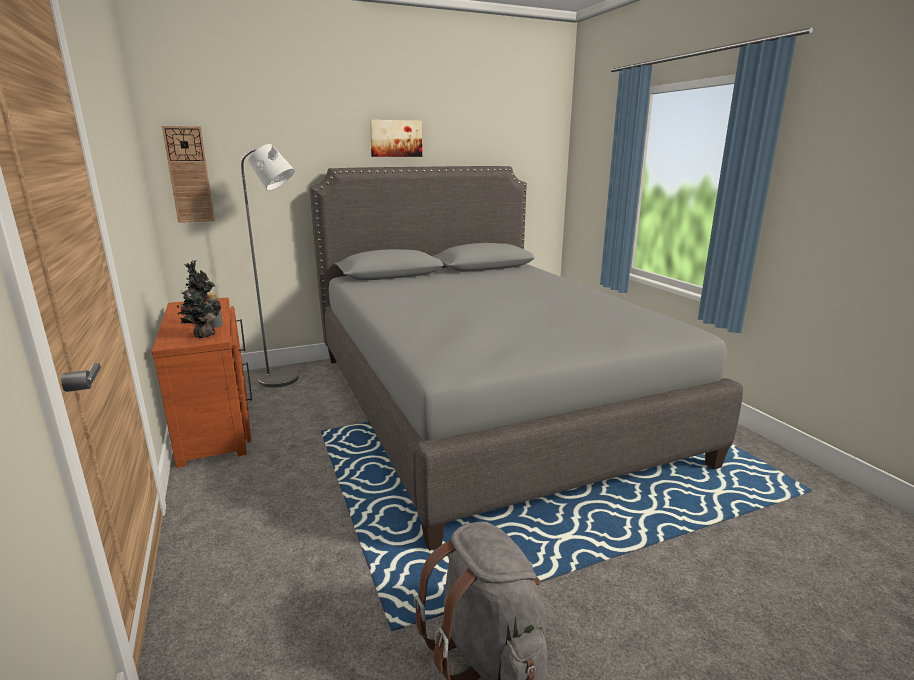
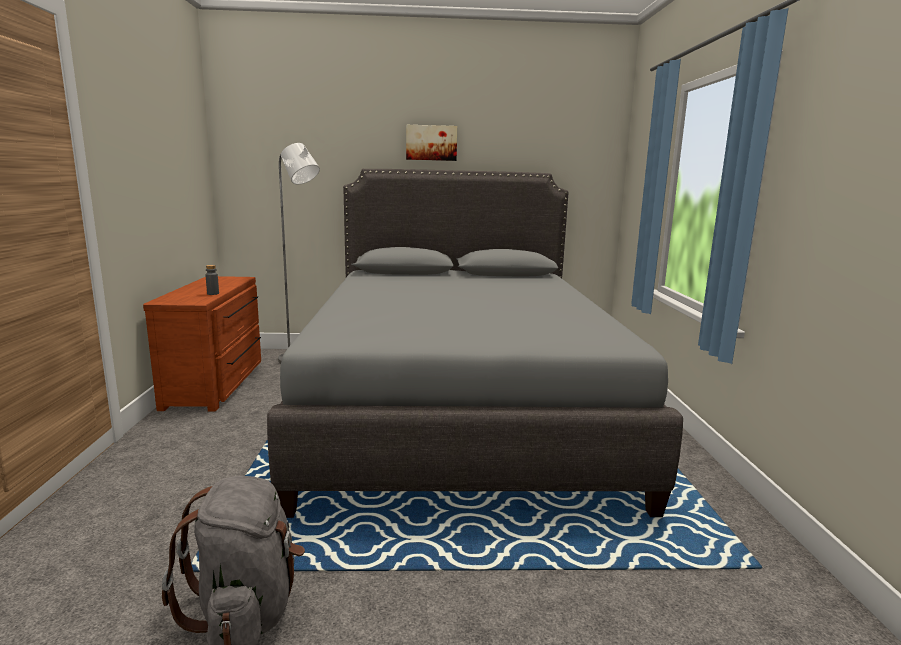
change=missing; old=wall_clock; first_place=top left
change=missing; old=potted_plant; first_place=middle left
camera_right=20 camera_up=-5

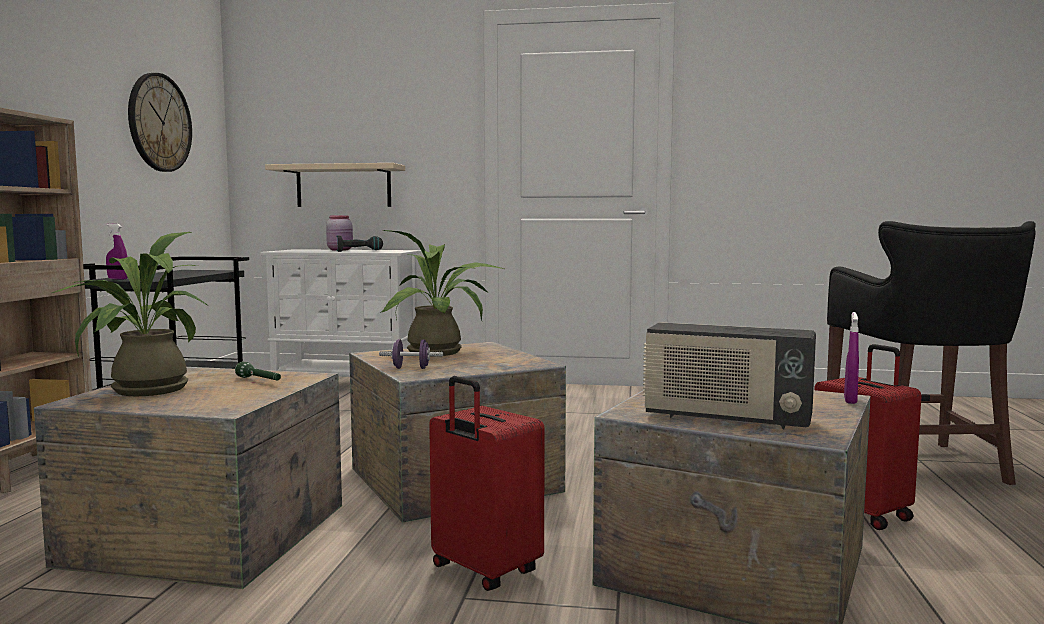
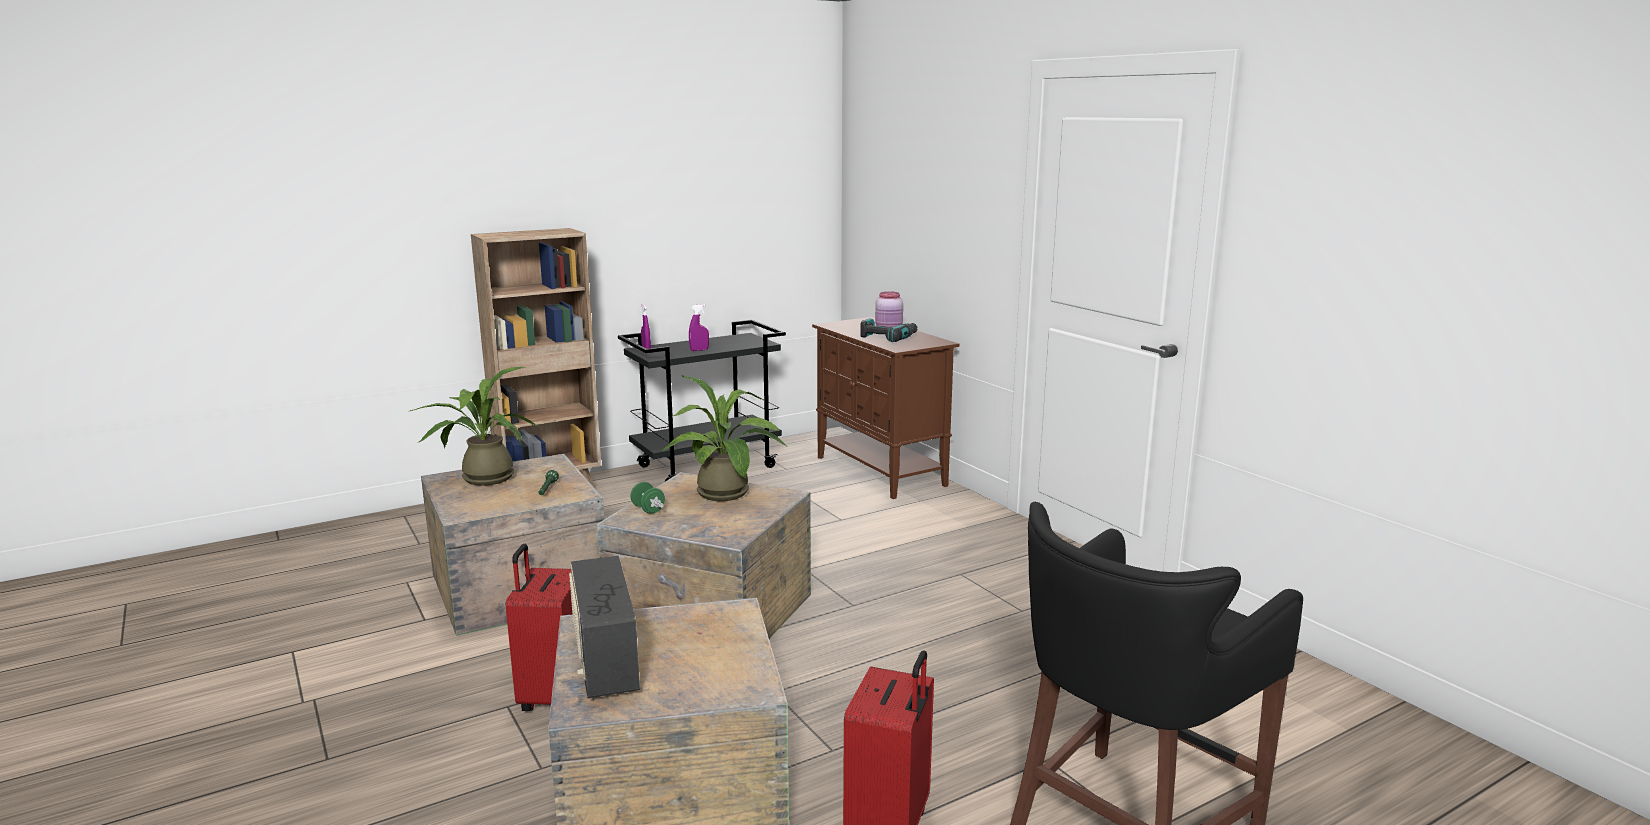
change=missing; old=wall_clock; first_place=top left
change=missing; old=beige_shelf; first_place=top left
change=relocated; old=purple_spray_bottle (no. 2 from left); first_place=middle right; second_place=centre
change=colour; old=white_cabinet; new=brown_cabinet; first_place=middle left; second_place=centre
change=colour; old=purple_dumbbell; new=green_dumbbell; first_place=centre; second_place=centre
camera_right=50 camera_up=10

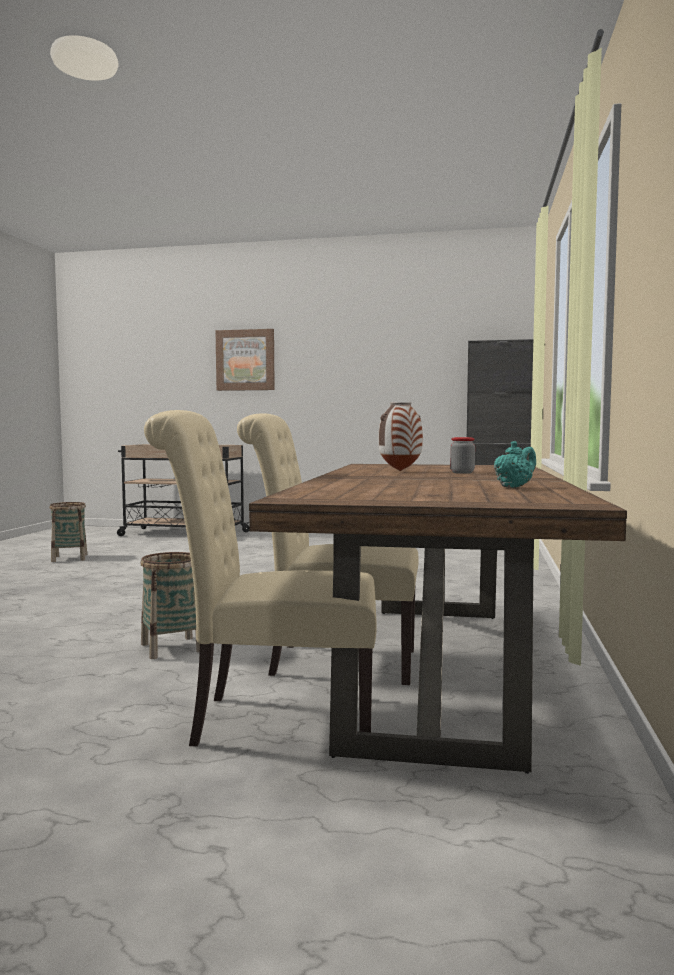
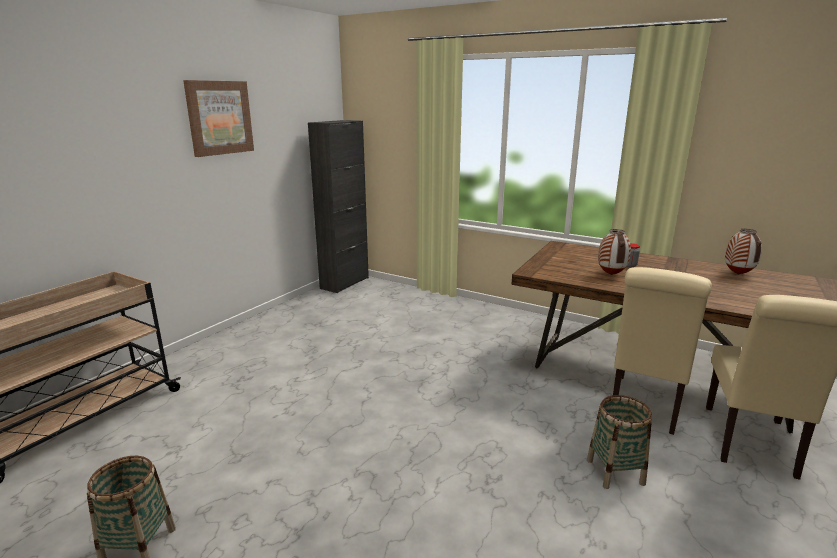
change=relocated; old=picture; first_place=centre; second_place=top left
change=exchanged; old=turquoise_teapot; new=vase (no. 2 from left); first_place=middle right; second_place=middle right
camera_right=-70 camera_up=15

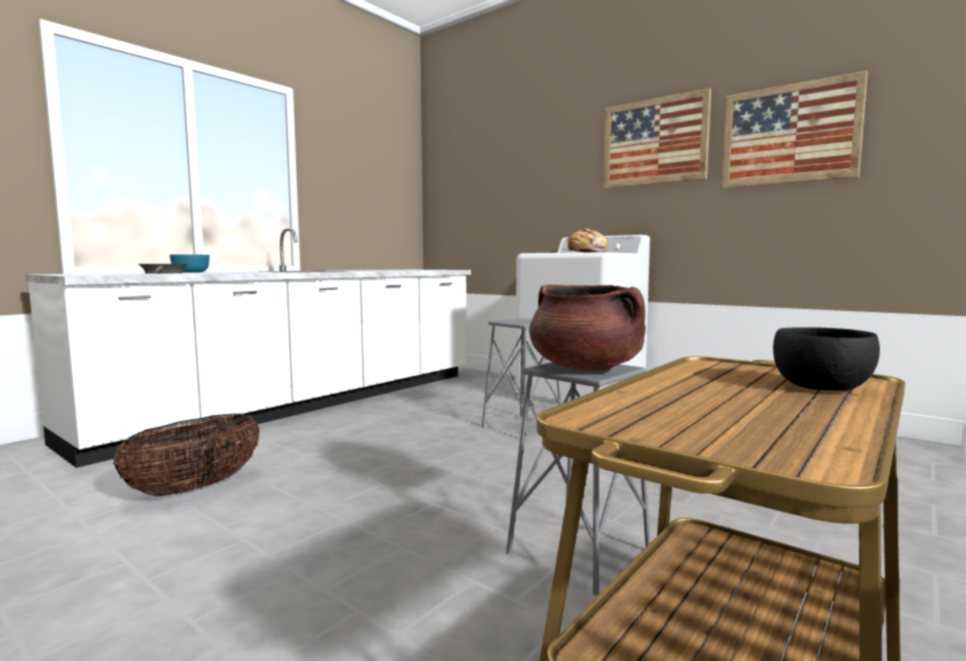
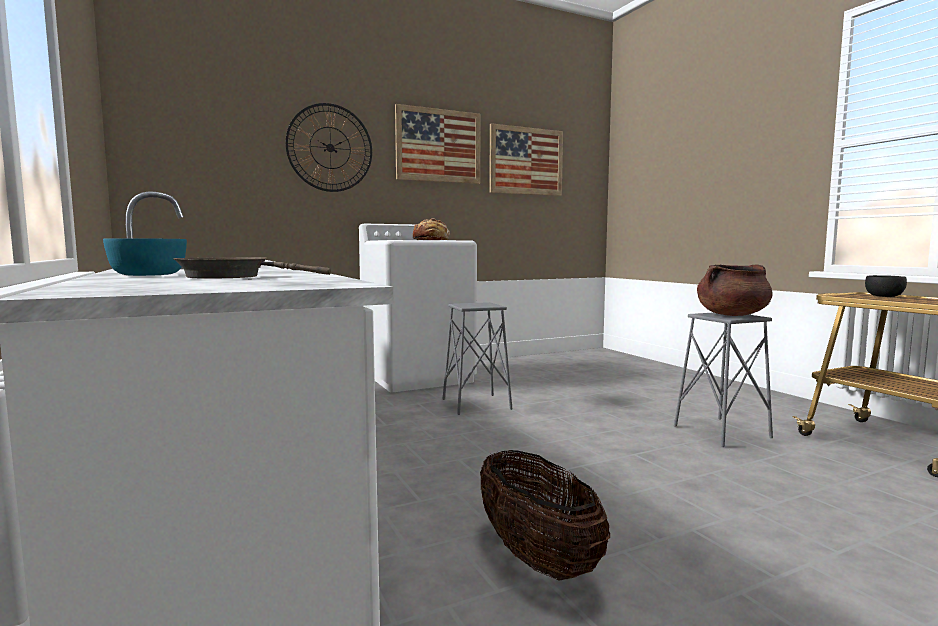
change=appeared; new=wall_clock; second_place=top centre
camera_right=-65 camera_up=0

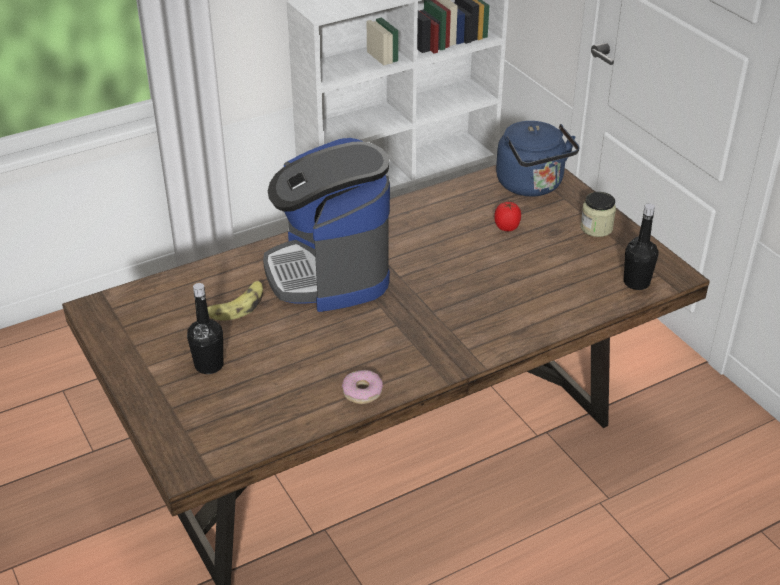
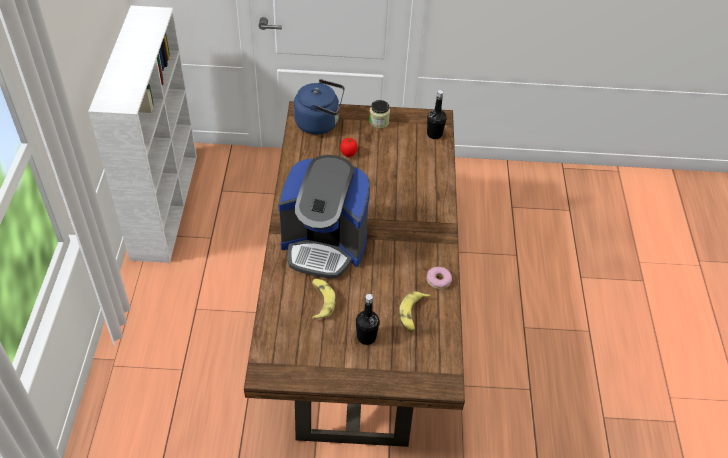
change=appeared; new=banana (no. 2 from left); second_place=bottom centre
camera_right=-60 camera_up=10

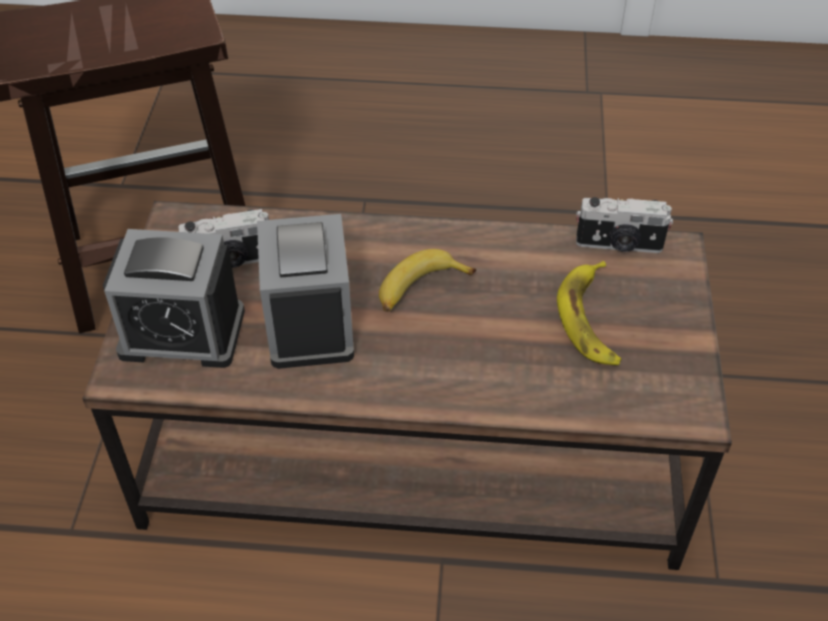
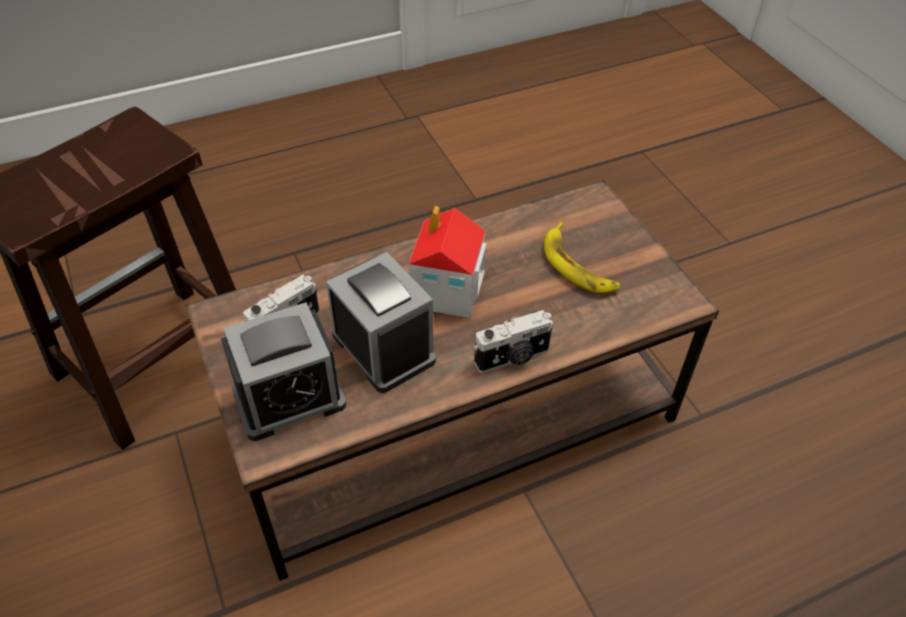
change=relocated; old=photo_camera (no. 2 from left); first_place=middle right; second_place=centre
change=exchanged; old=banana (no. 1 from left); new=toy_house; first_place=centre; second_place=centre
camera_right=-30 camera_up=0

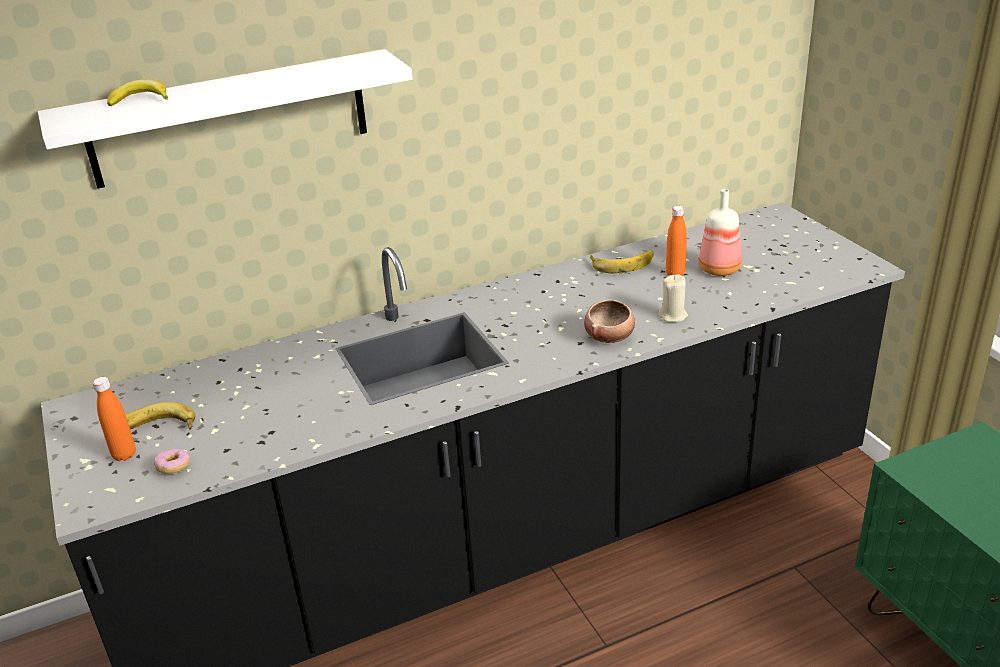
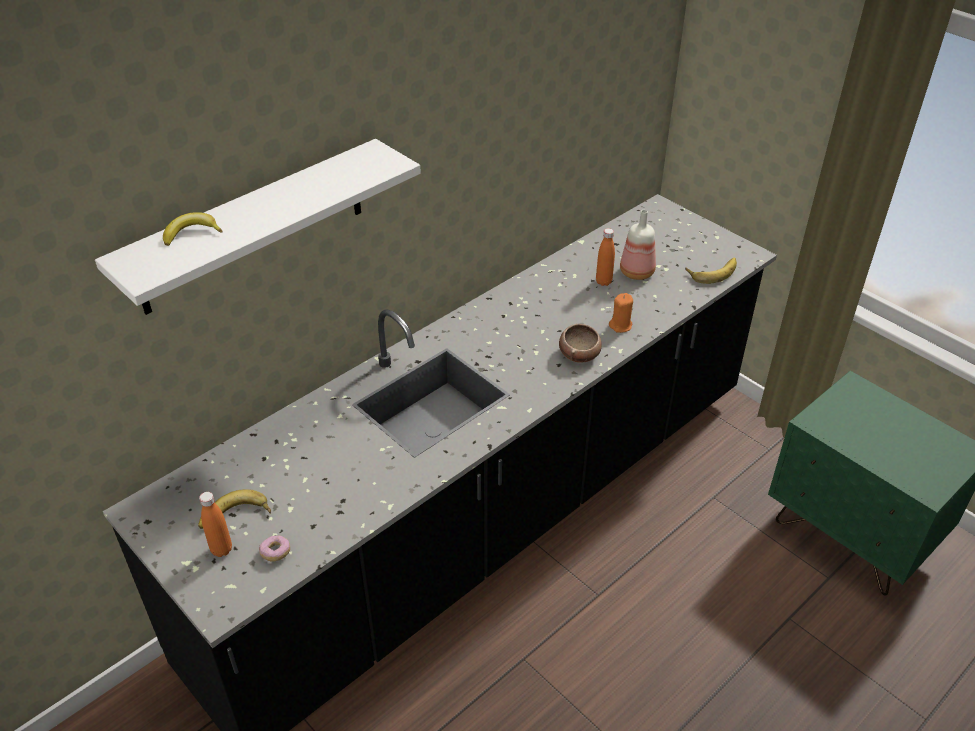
change=relocated; old=banana (no. 3 from left); first_place=centre; second_place=middle right
change=colour; old=beige_candle; new=orange_candle; first_place=middle right; second_place=centre
camera_right=-20 camera_up=10

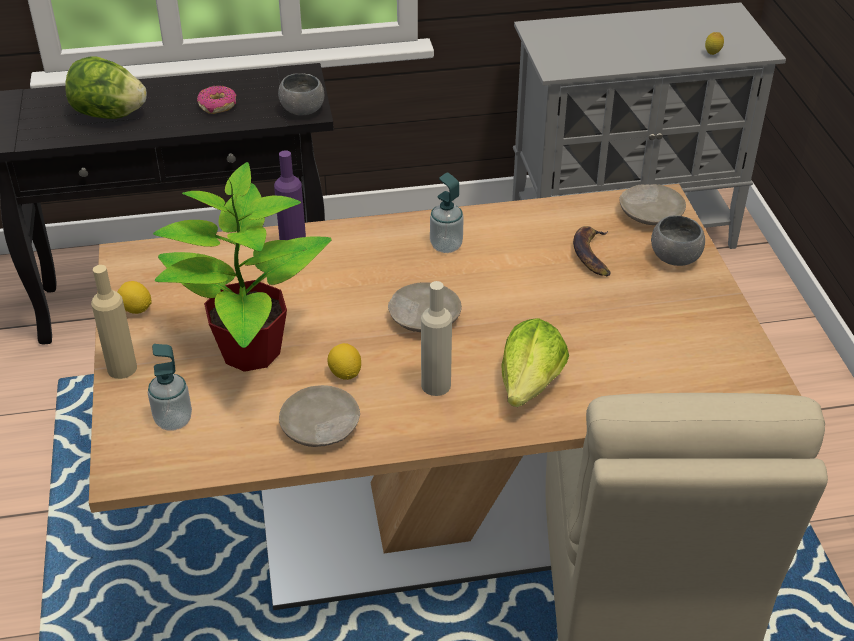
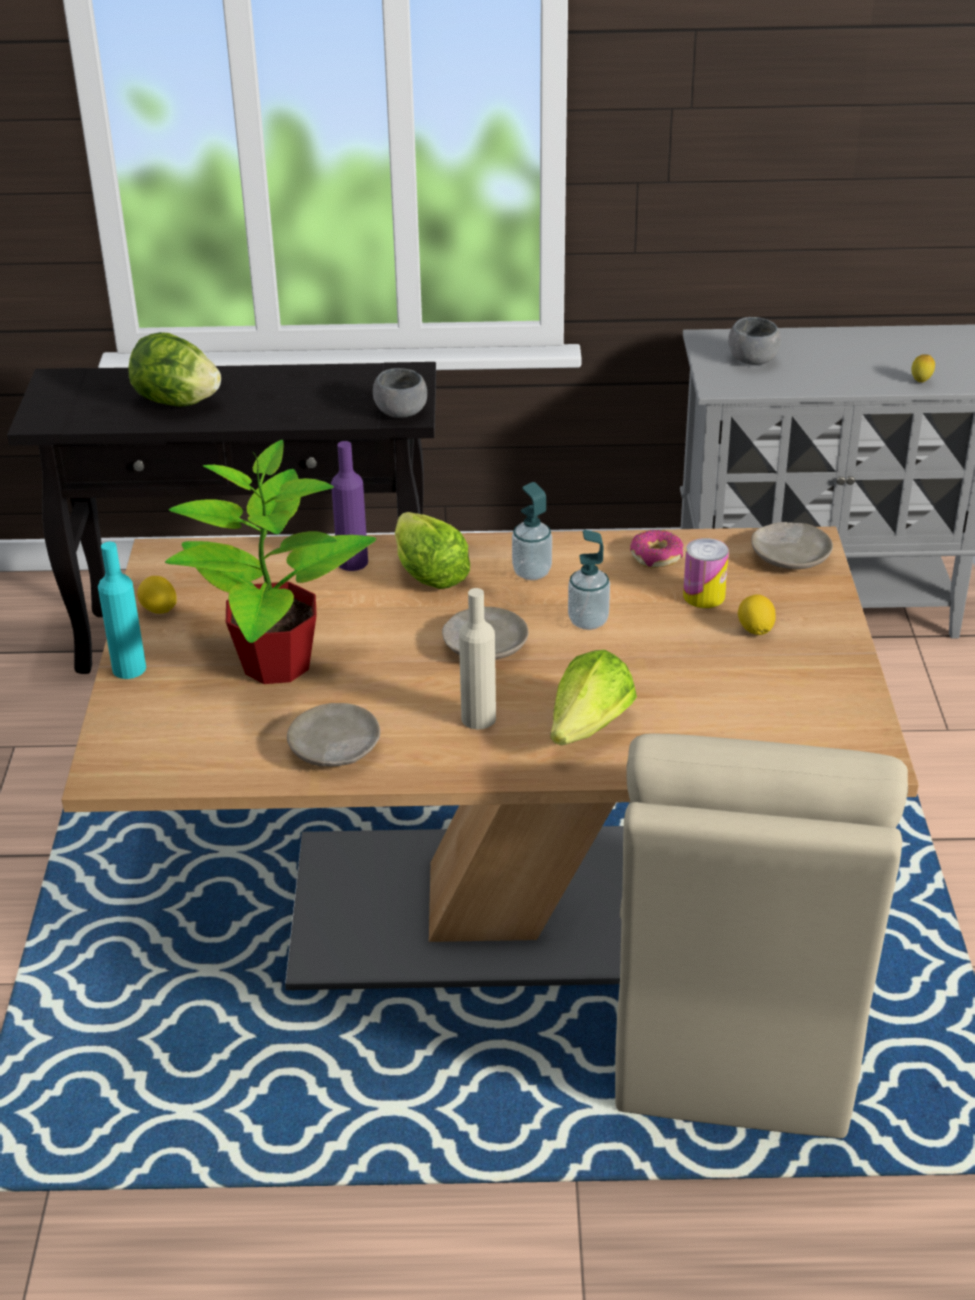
change=appeared; new=lettuce (no. 2 from left); second_place=centre
change=relocated; old=soap_dispenser (no. 1 from left in the first image); new=soap_dispenser (no. 2 from left); first_place=middle left; second_place=centre
change=relocated; old=donut; first_place=top left; second_place=middle right
change=relocated; old=lemon (no. 2 from left); first_place=centre; second_place=middle right
change=relocated; old=grey_bowl (no. 2 from left); first_place=middle right; second_place=top right
change=exchanged; old=banana; new=can; first_place=middle right; second_place=middle right
change=colour; old=beige_bottle (no. 1 from left); new=turquoise_bottle; first_place=middle left; second_place=middle left
camera_right=10 camera_up=-5

